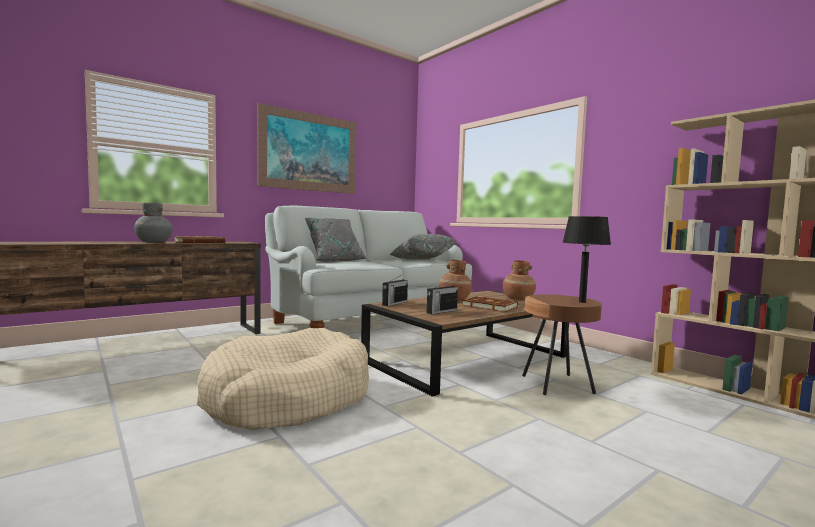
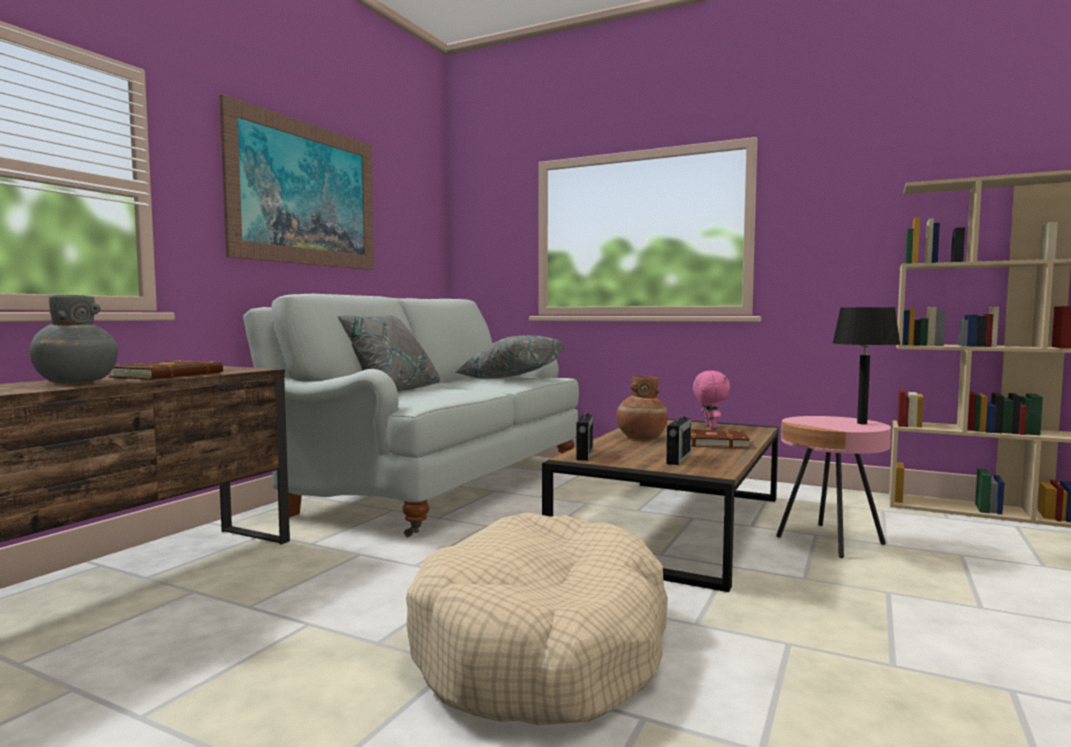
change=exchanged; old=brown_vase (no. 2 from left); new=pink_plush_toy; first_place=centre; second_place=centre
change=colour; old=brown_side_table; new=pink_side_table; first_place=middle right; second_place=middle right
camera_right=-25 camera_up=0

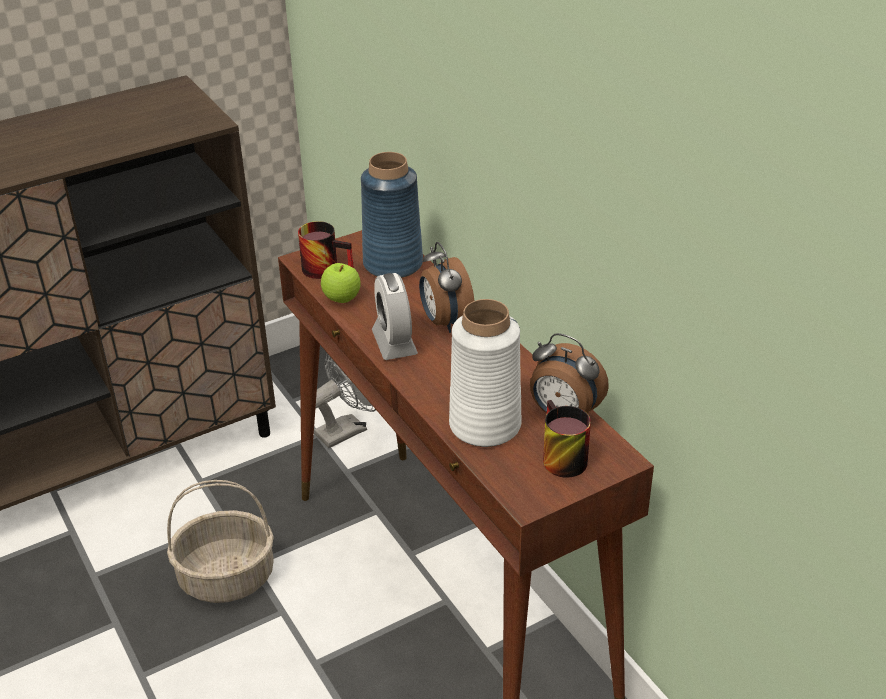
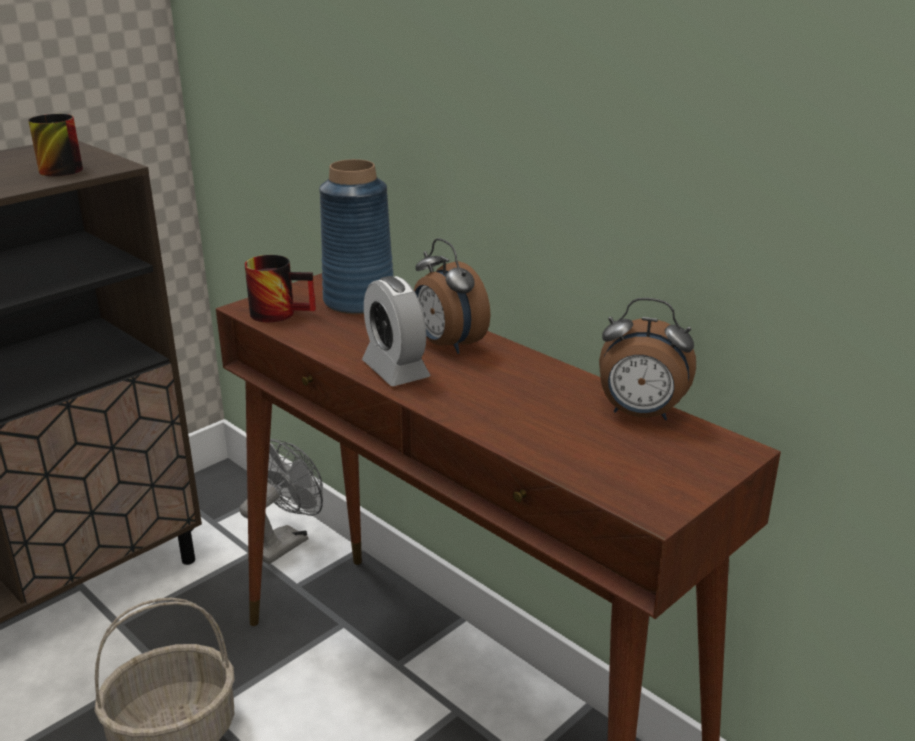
change=missing; old=apple; first_place=centre
change=missing; old=white_vase; first_place=centre
change=relocated; old=mug (no. 2 from left in the first image); new=mug (no. 1 from left); first_place=centre; second_place=top left
camera_right=-15 camera_up=-10

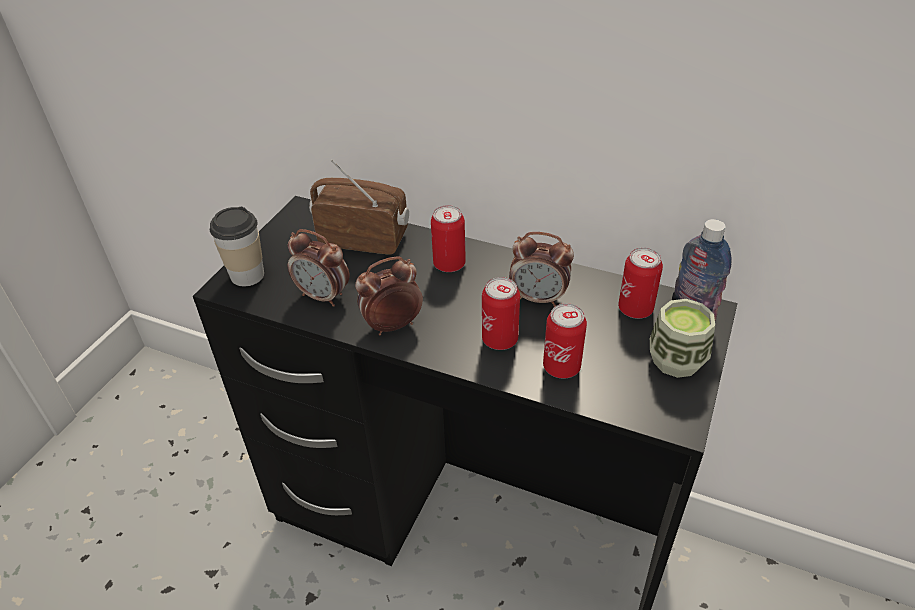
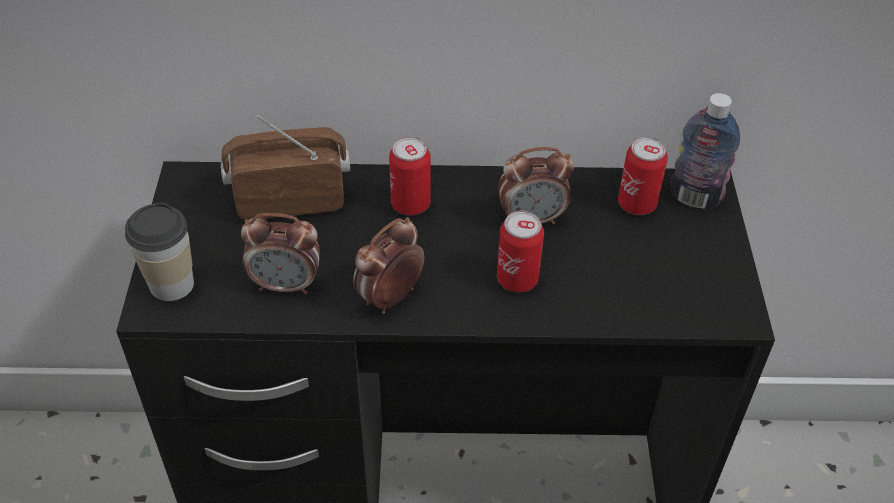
change=missing; old=can (no. 3 from left); first_place=centre
change=missing; old=cup (no. 2 from left); first_place=middle right
camera_right=-25 camera_up=5

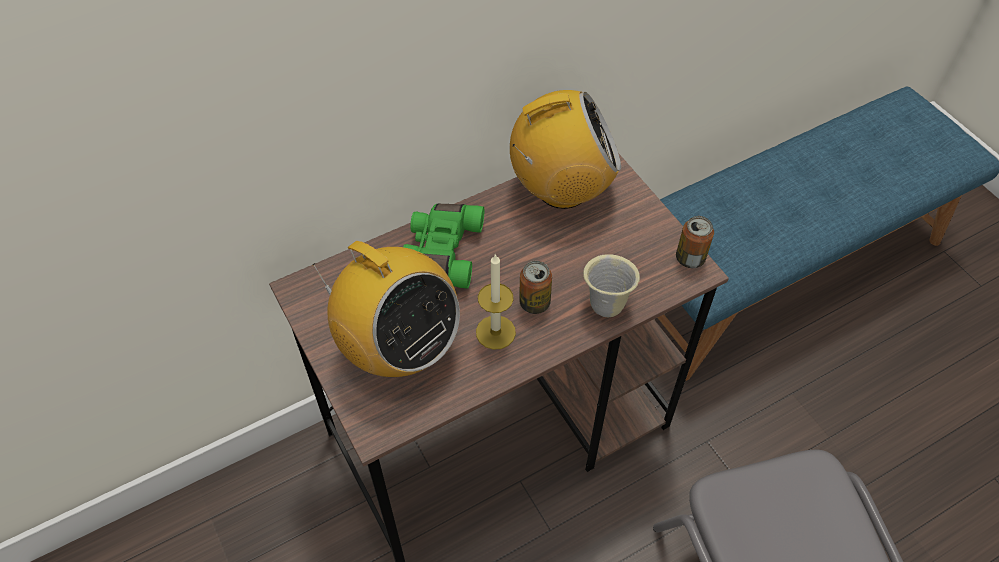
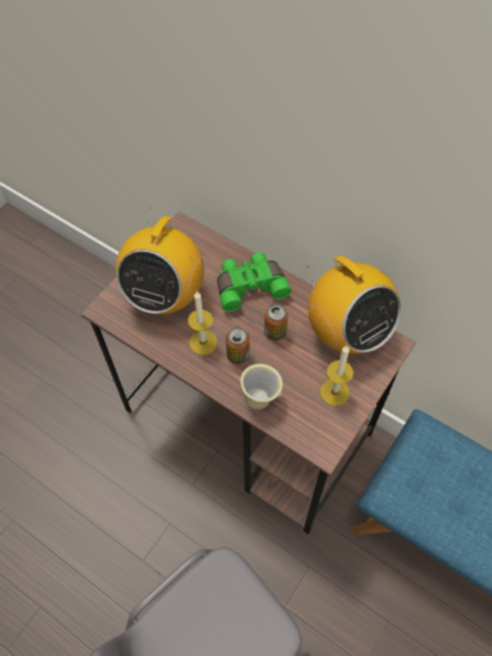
change=appeared; new=candle (no. 2 from left); second_place=middle right
change=relocated; old=can (no. 2 from left); first_place=middle right; second_place=centre
camera_right=65 camera_up=5

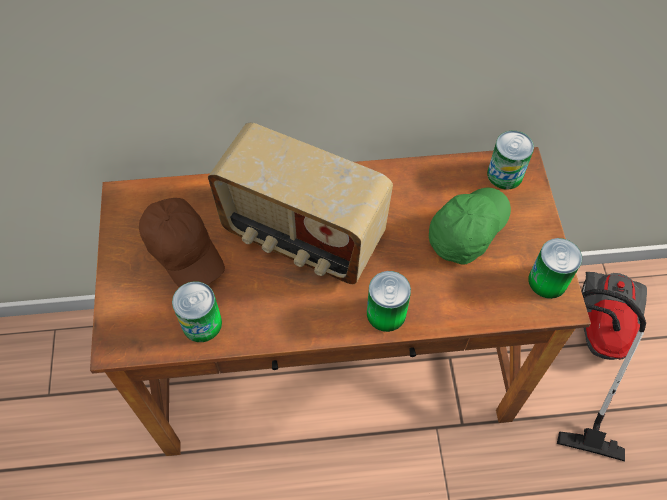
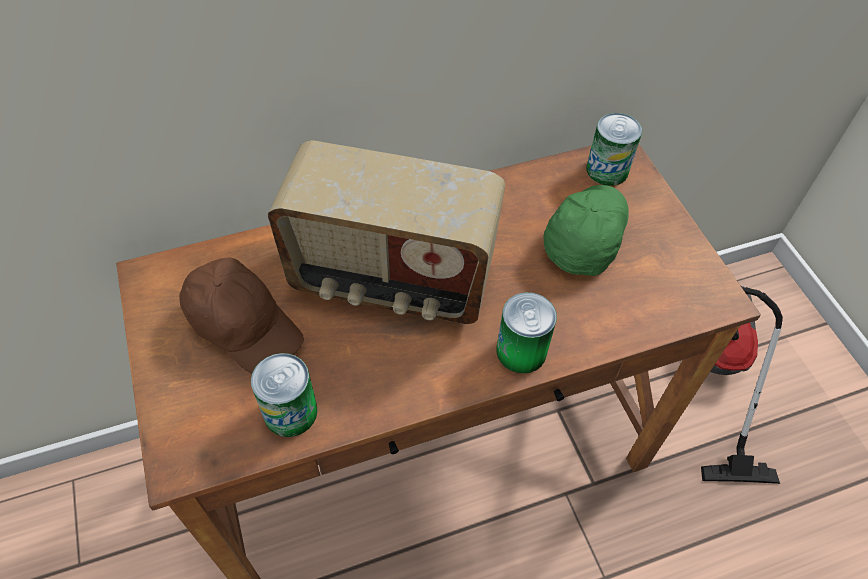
change=missing; old=can (no. 4 from left); first_place=middle right
camera_right=-15 camera_up=-5

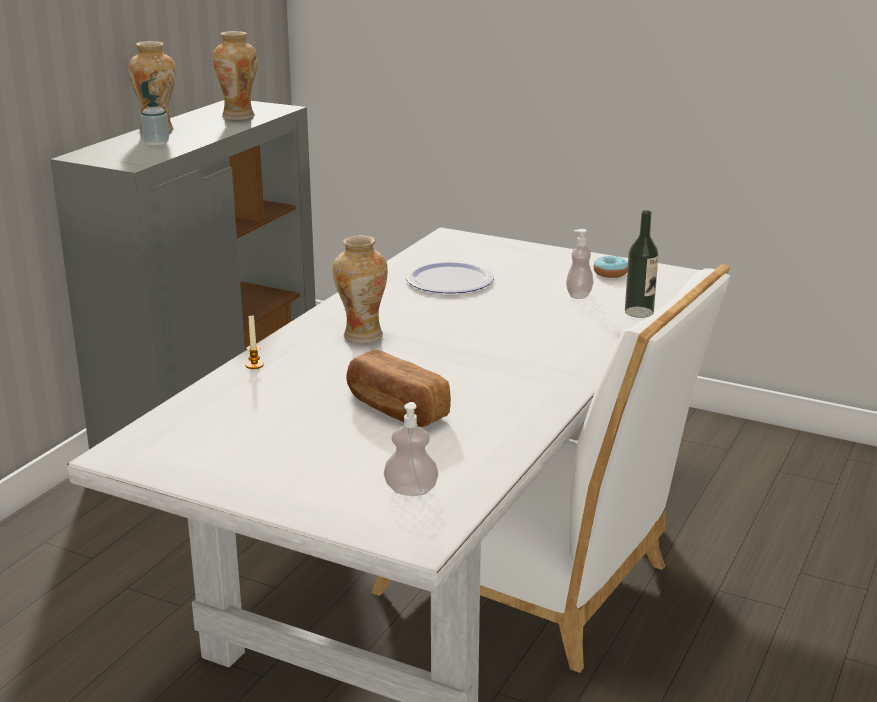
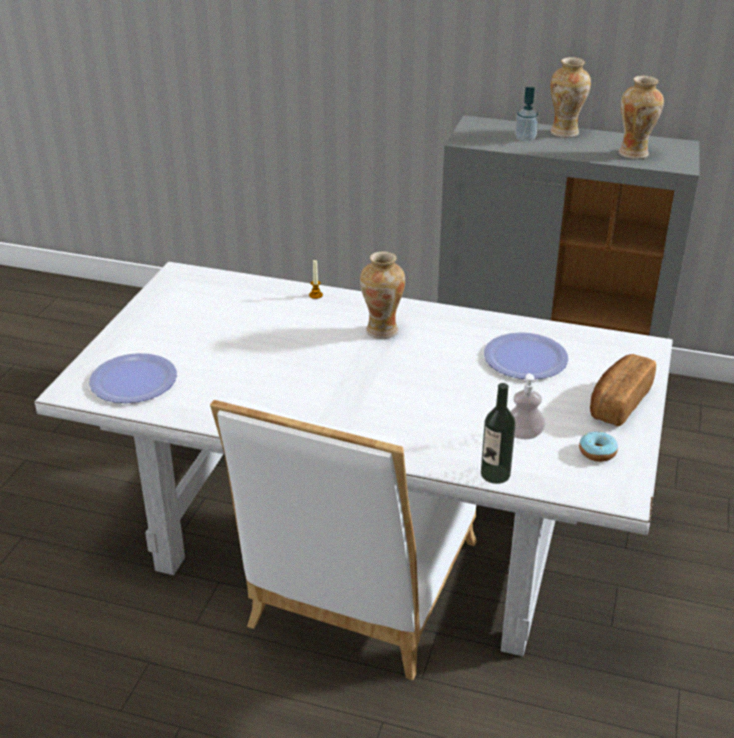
change=relocated; old=bread; first_place=centre; second_place=middle right
change=exchanged; old=soap_dispenser (no. 2 from left); new=plate (no. 1 from left); first_place=centre; second_place=middle left
camera_right=80 camera_up=10

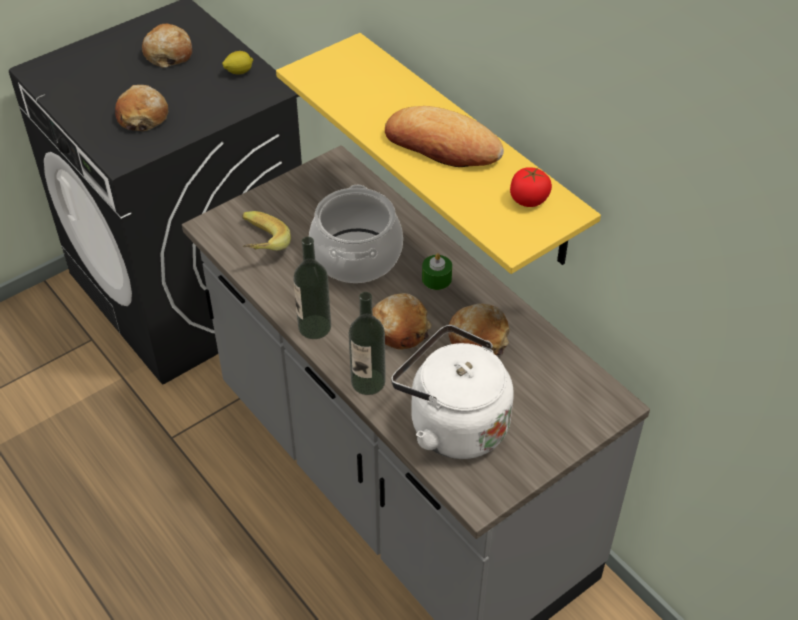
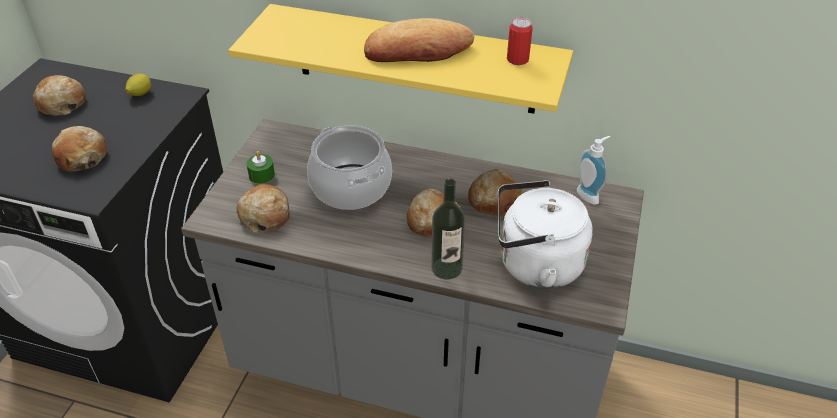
change=missing; old=bottle (no. 1 from left); first_place=centre
change=appeared; new=soap_dispenser; second_place=middle right
change=relocated; old=green_candle; first_place=centre; second_place=middle left
change=exchanged; old=banana; new=bread (no. 3 from left); first_place=centre; second_place=middle left
change=exchanged; old=tomato; new=can; first_place=top centre; second_place=top centre
camera_right=-35 camera_up=-5

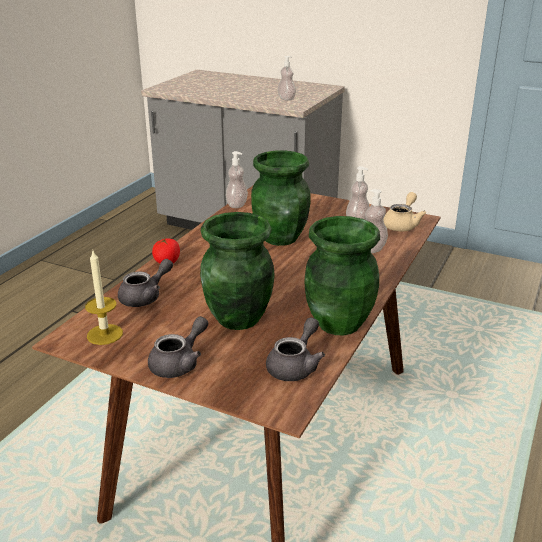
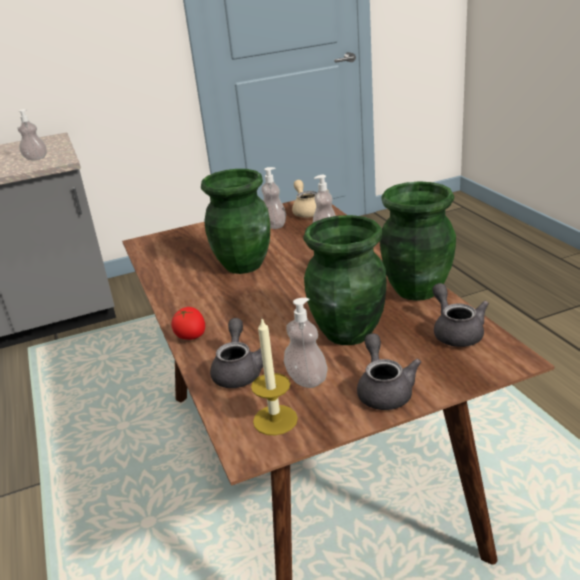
change=relocated; old=soap_dispenser (no. 1 from left in the first image); new=soap_dispenser (no. 3 from left); first_place=top centre; second_place=centre
camera_right=-45 camera_up=0

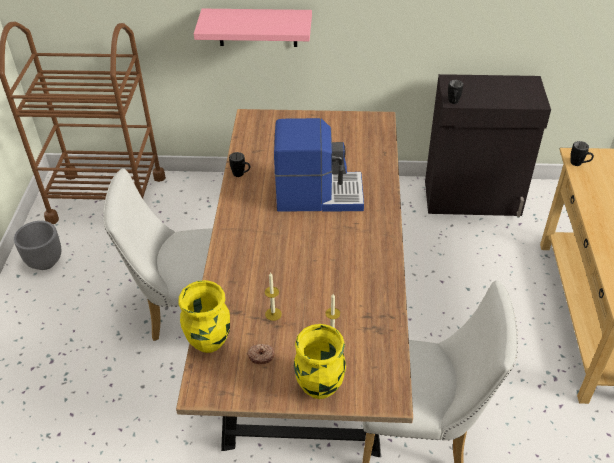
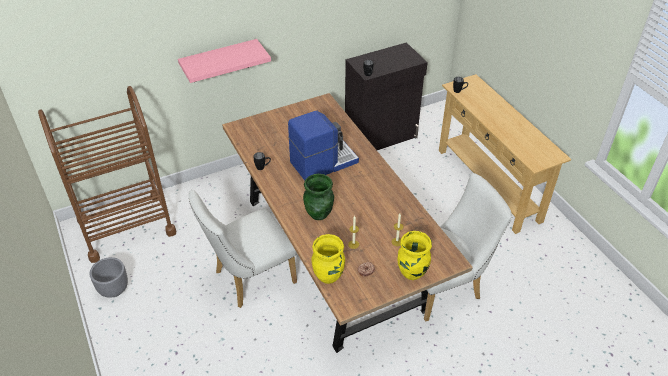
change=appeared; new=green_vase; second_place=centre
camera_right=-30 camera_up=0

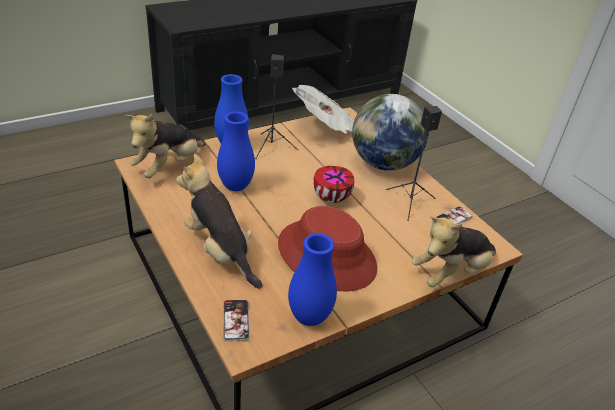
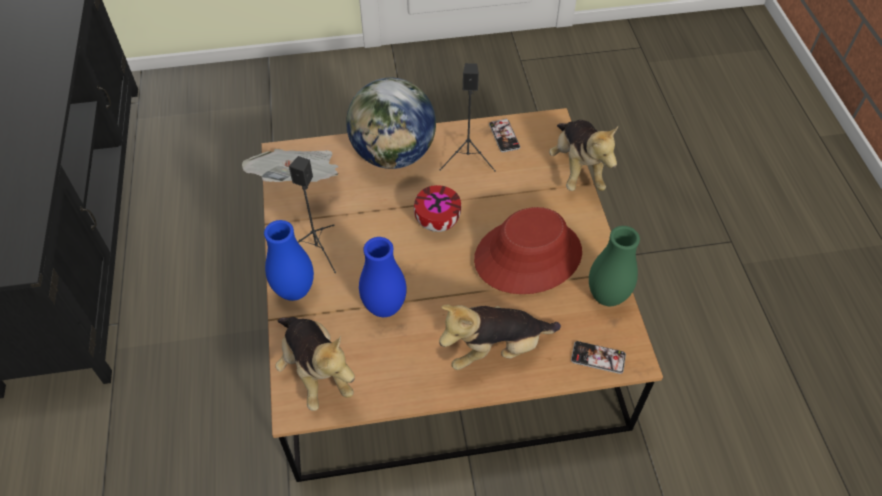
change=colour; old=blue_vase (no. 3 from left); new=green_vase; first_place=bottom centre; second_place=middle right
camera_right=-65 camera_up=15

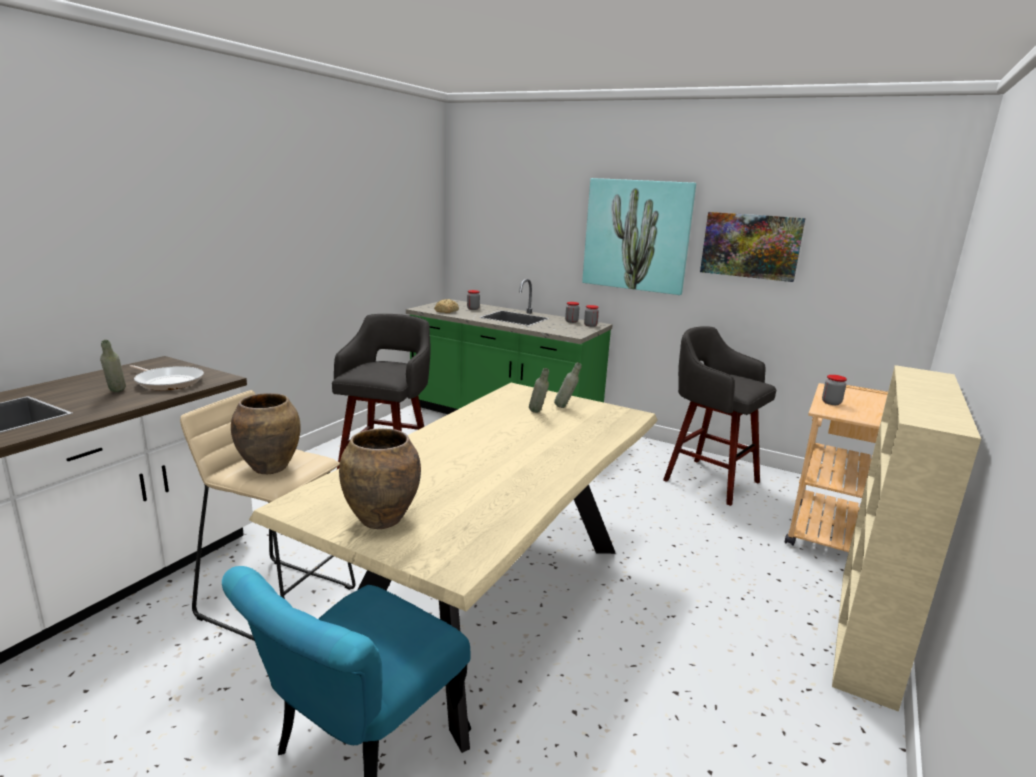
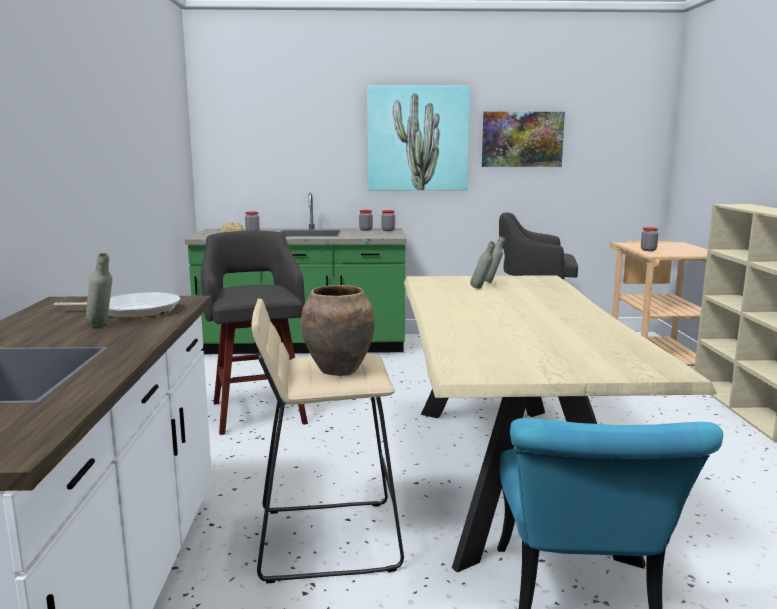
change=missing; old=brown_vase (no. 2 from left); first_place=centre
camera_right=-30 camera_up=-5

